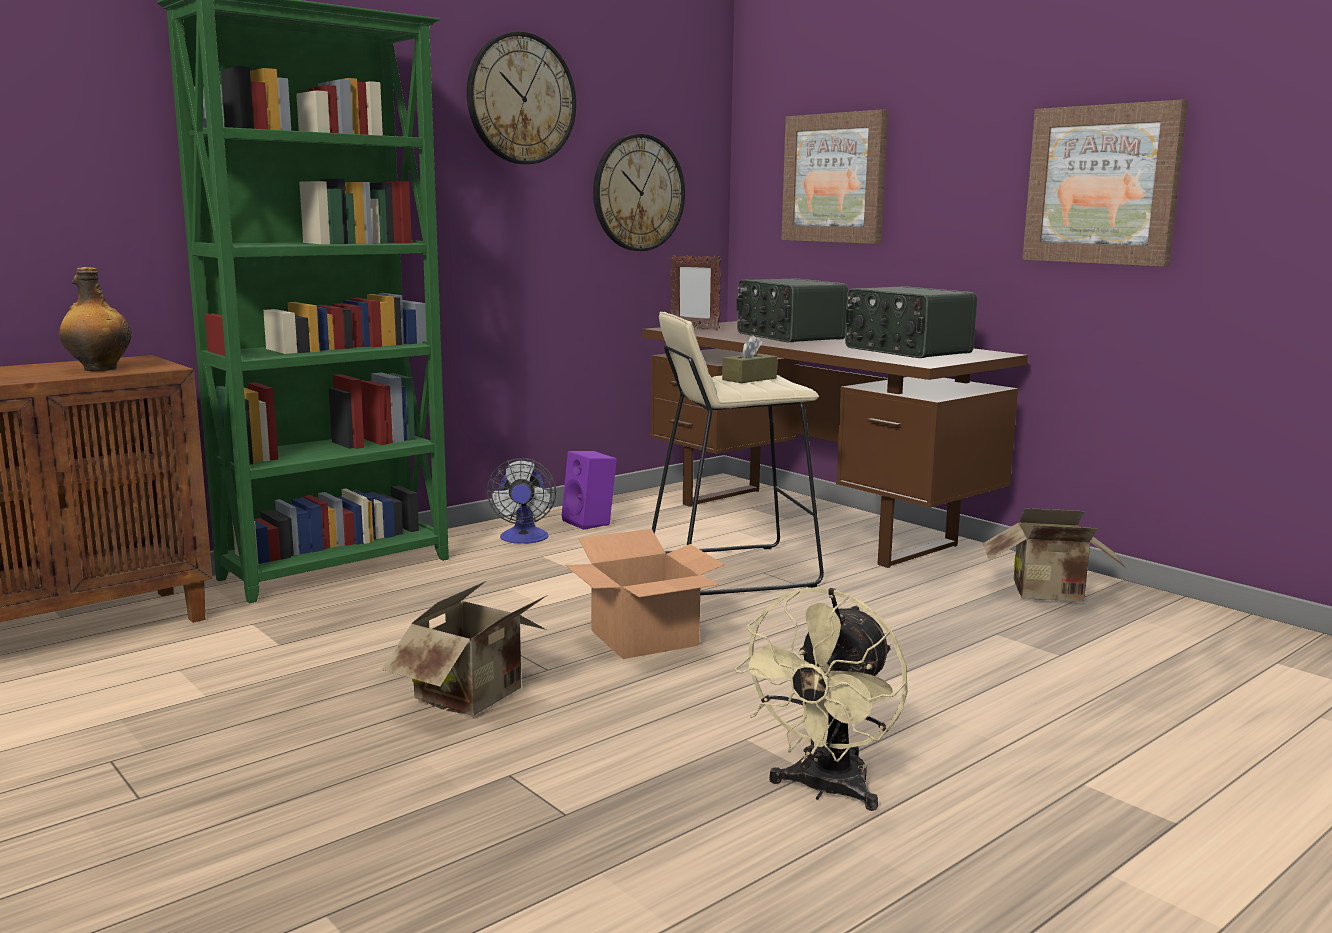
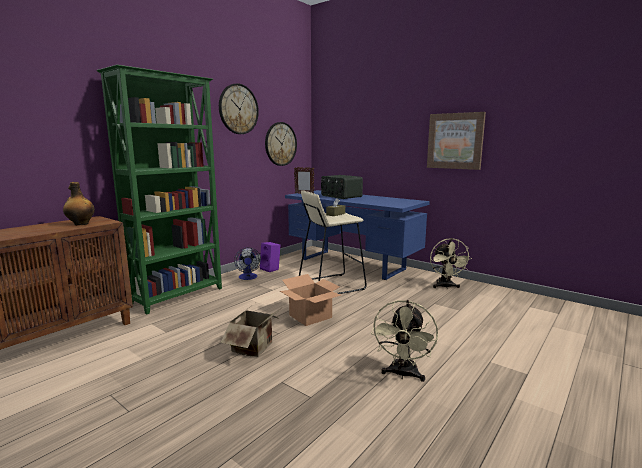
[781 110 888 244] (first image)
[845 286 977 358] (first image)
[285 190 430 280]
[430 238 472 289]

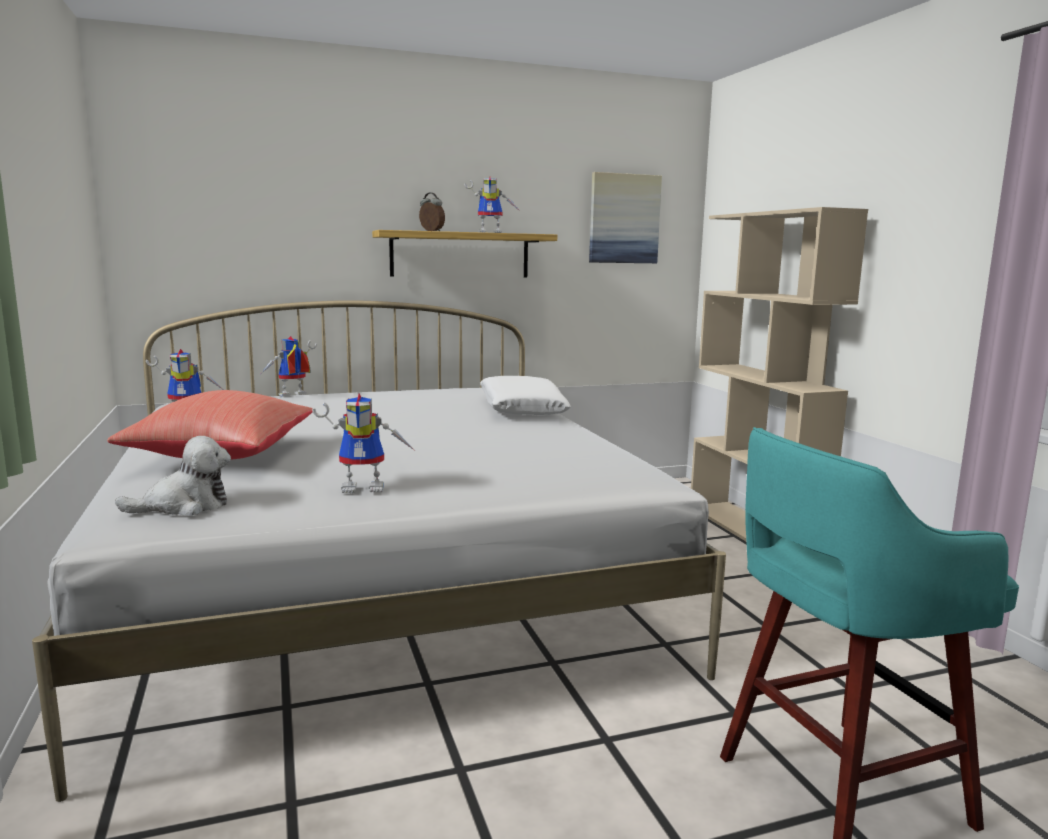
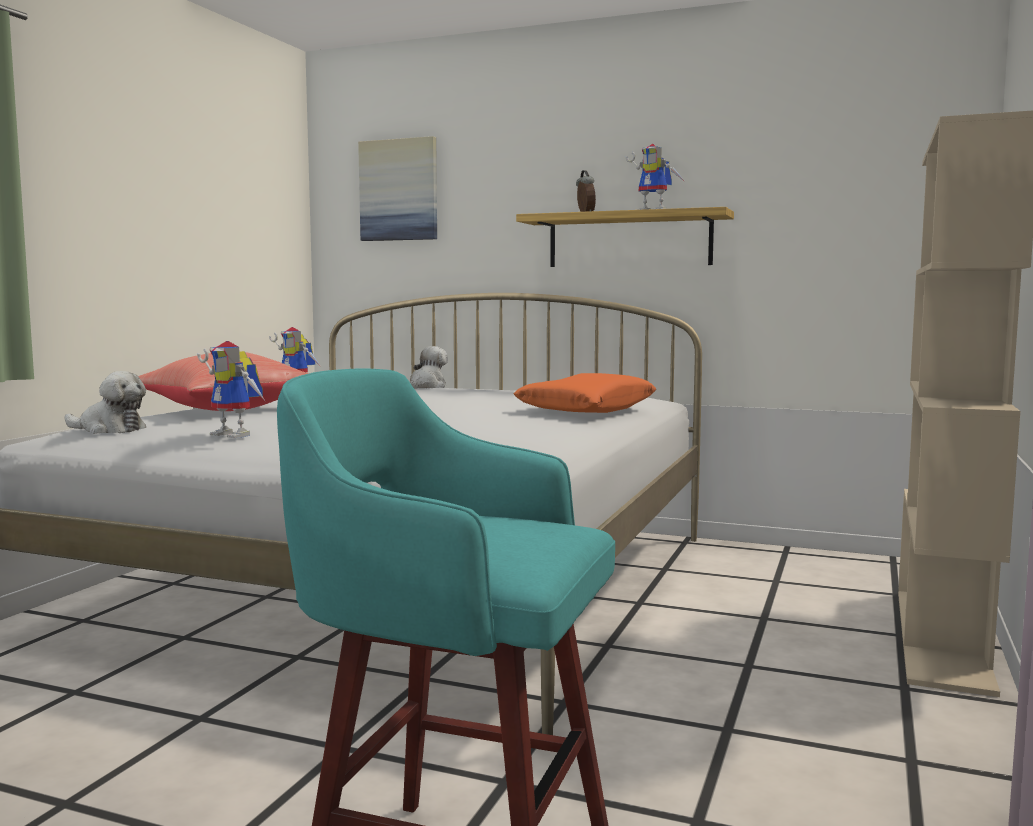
[358 136 437 241]
[408 346 448 389]
[514 373 656 413]

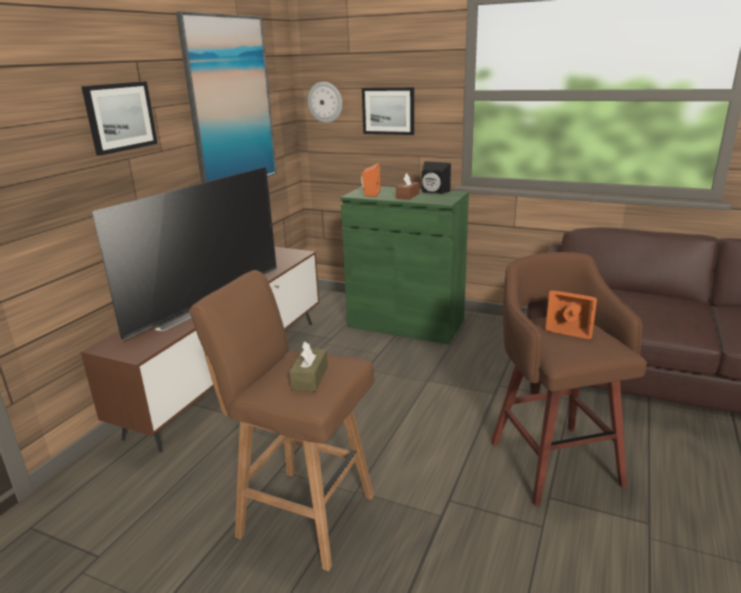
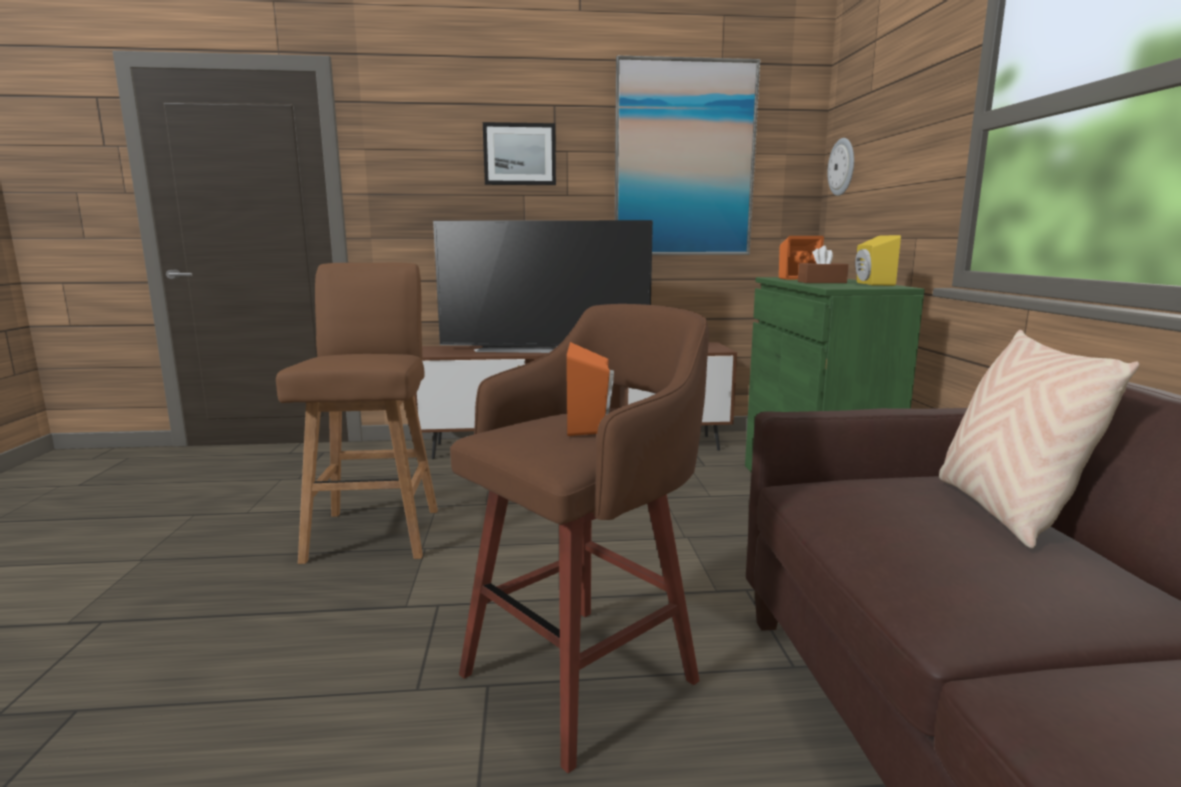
[362 87 414 135] (first image)
[855 235 901 286]
[289 342 328 391] (first image)
[939 330 1140 549]

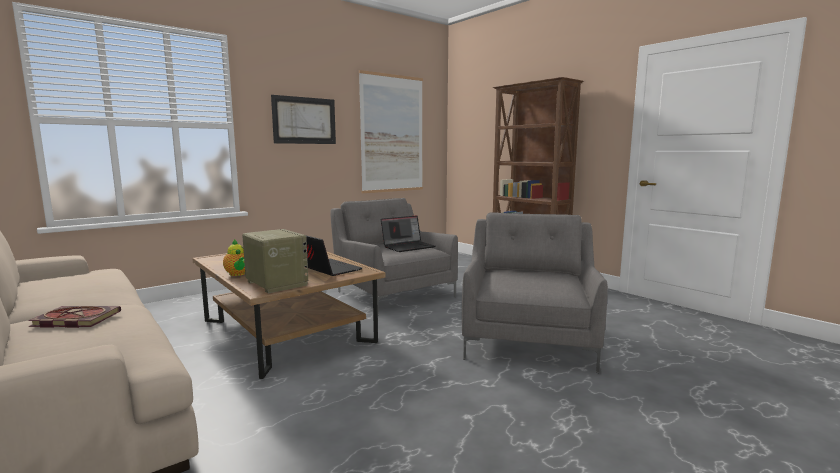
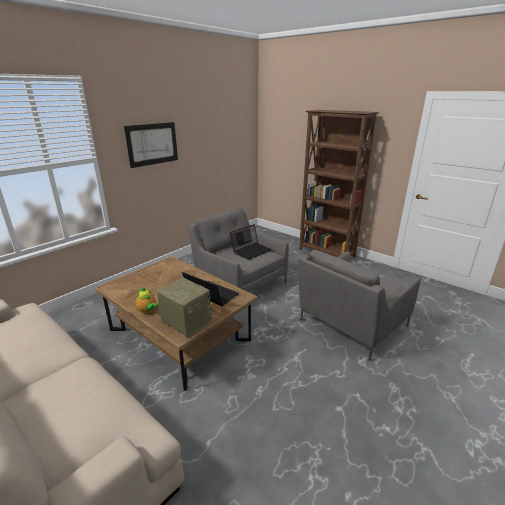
[359 70 423 193] (first image)
[298 250 420 361]
[28 306 121 328] (first image)

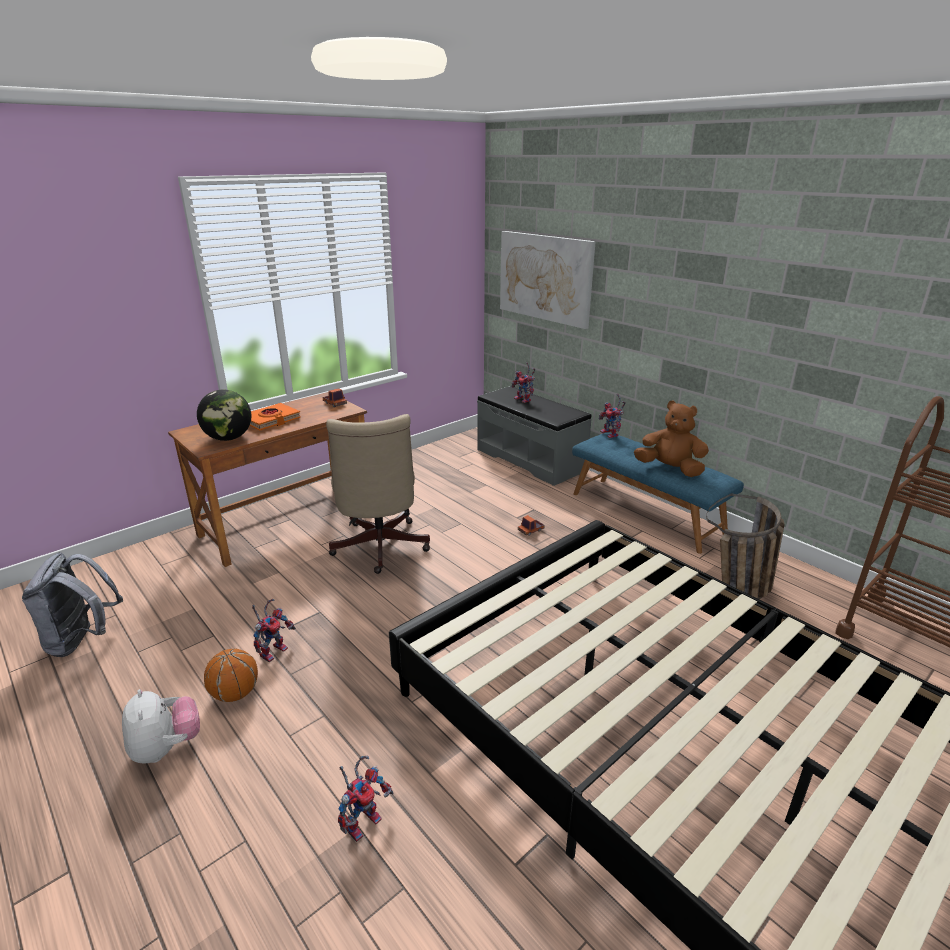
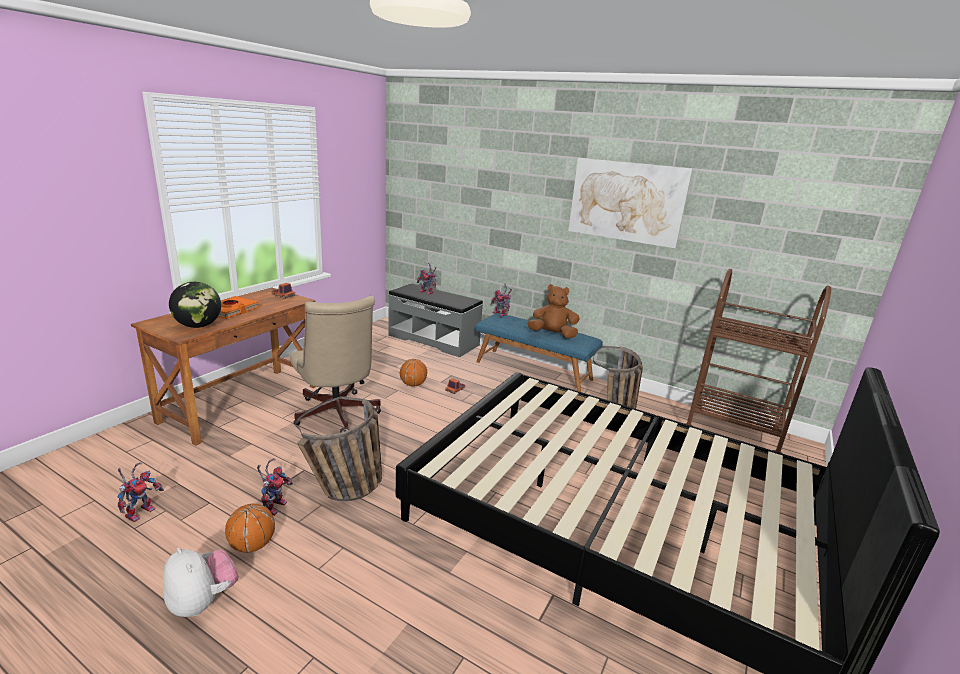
[568 158 693 248]
[22 553 123 657] (first image)
[118 462 164 522]
[400 359 427 387]
[295 396 382 501]

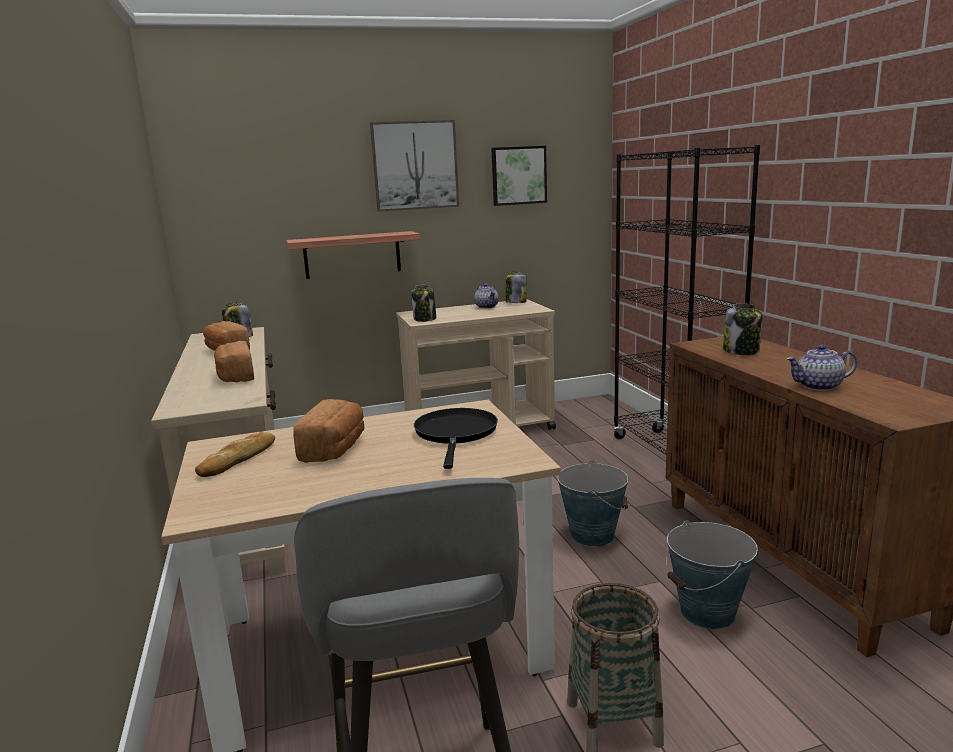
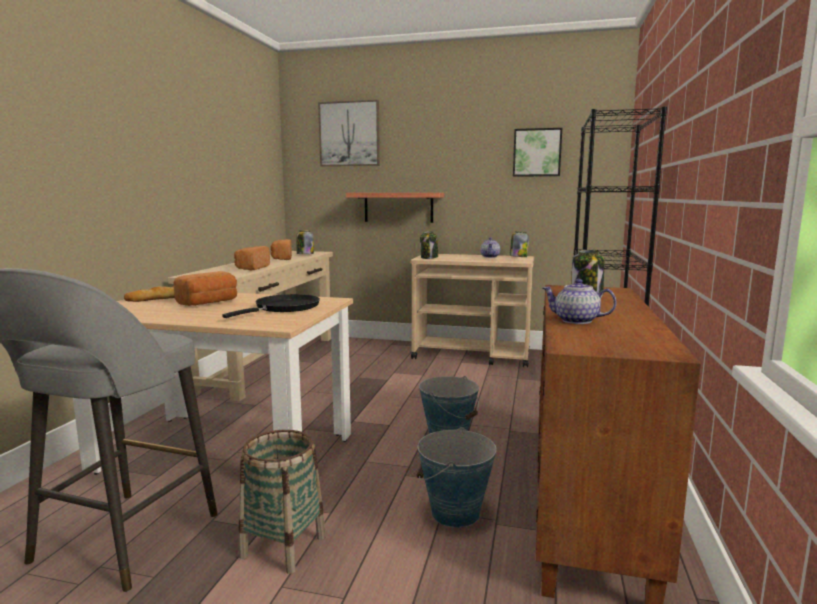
[318 100 380 166]

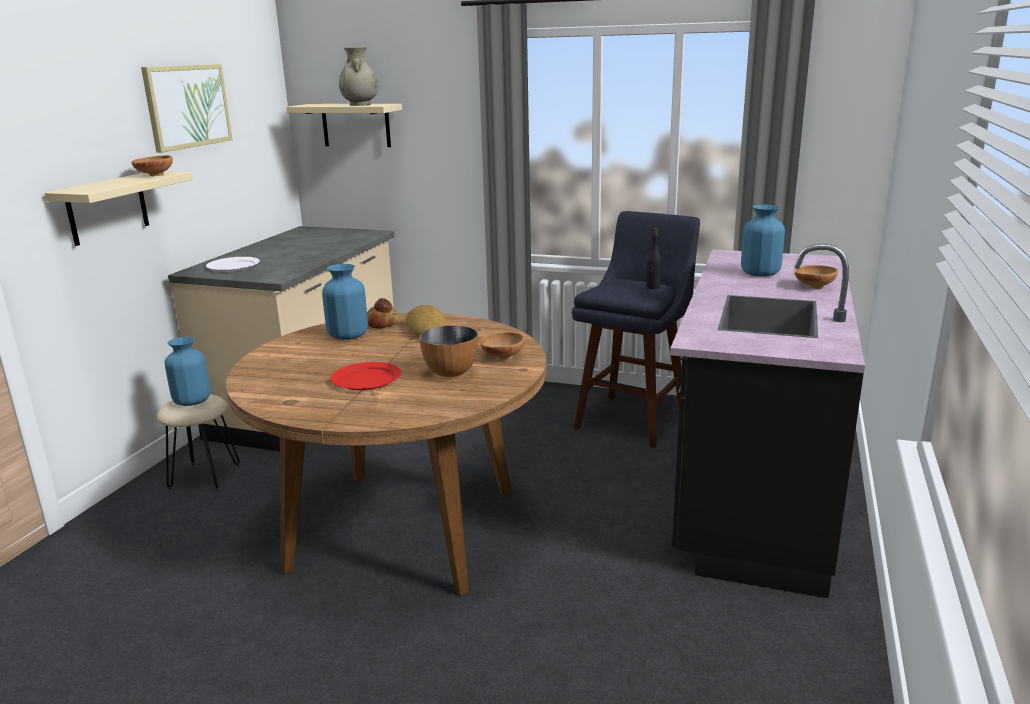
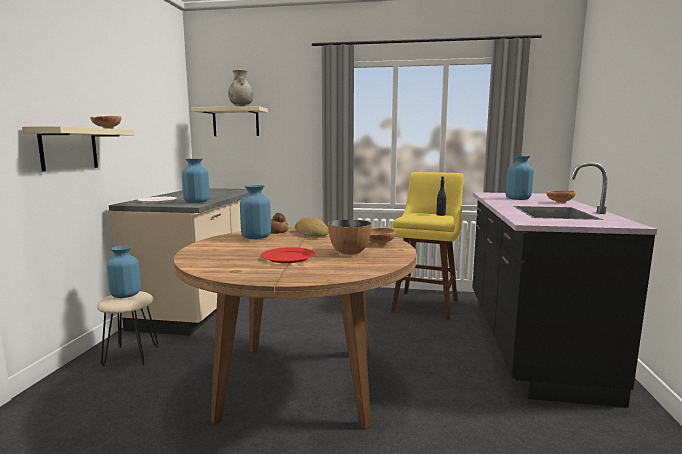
[141 64 232 153] (first image)
[391 172 464 320]
[182 158 210 203]

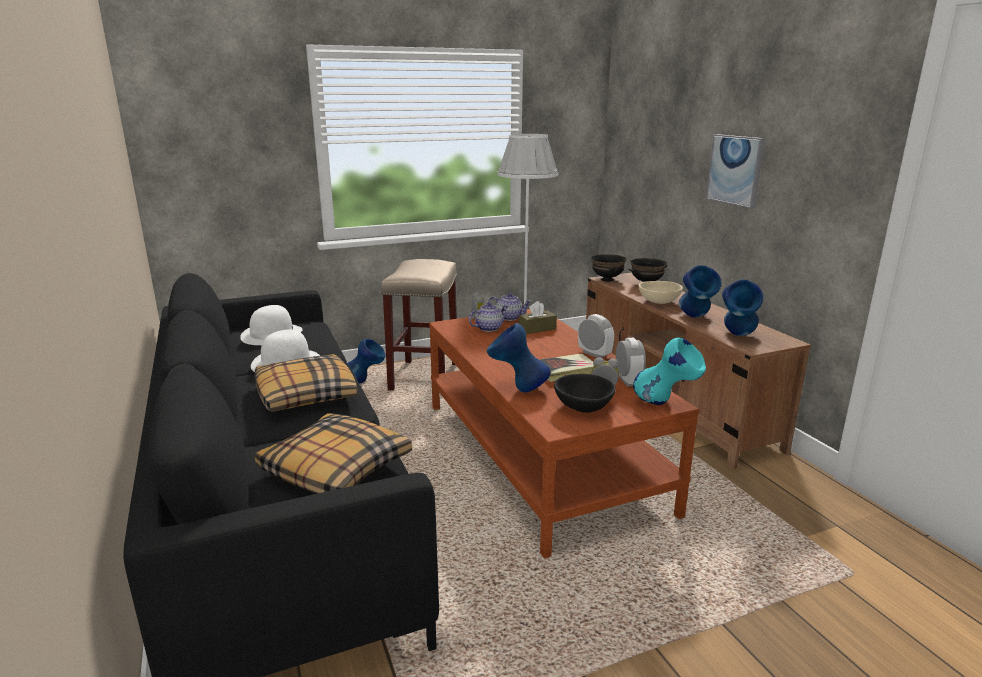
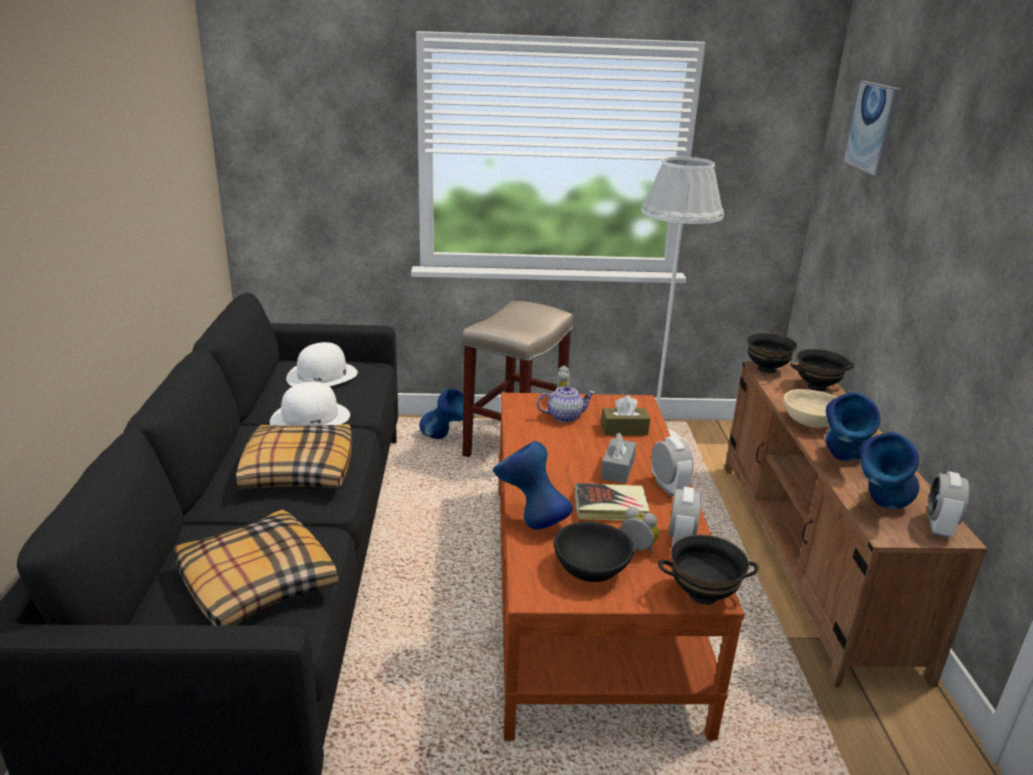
[842 81 902 177]
[488 293 532 321] (first image)
[658 534 759 605]
[601 432 636 484]
[928 471 969 538]

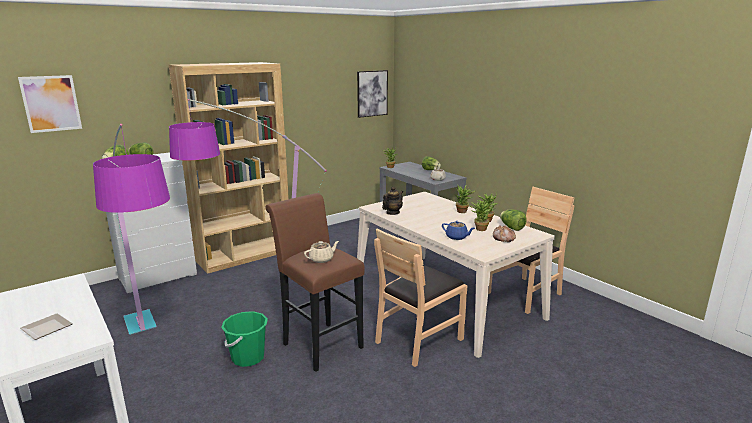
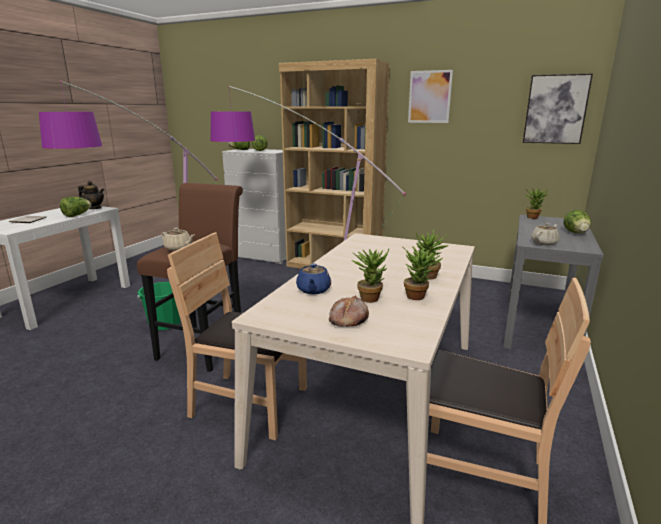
[408 70 453 123]
[78 181 104 209]
[60 197 91 217]

